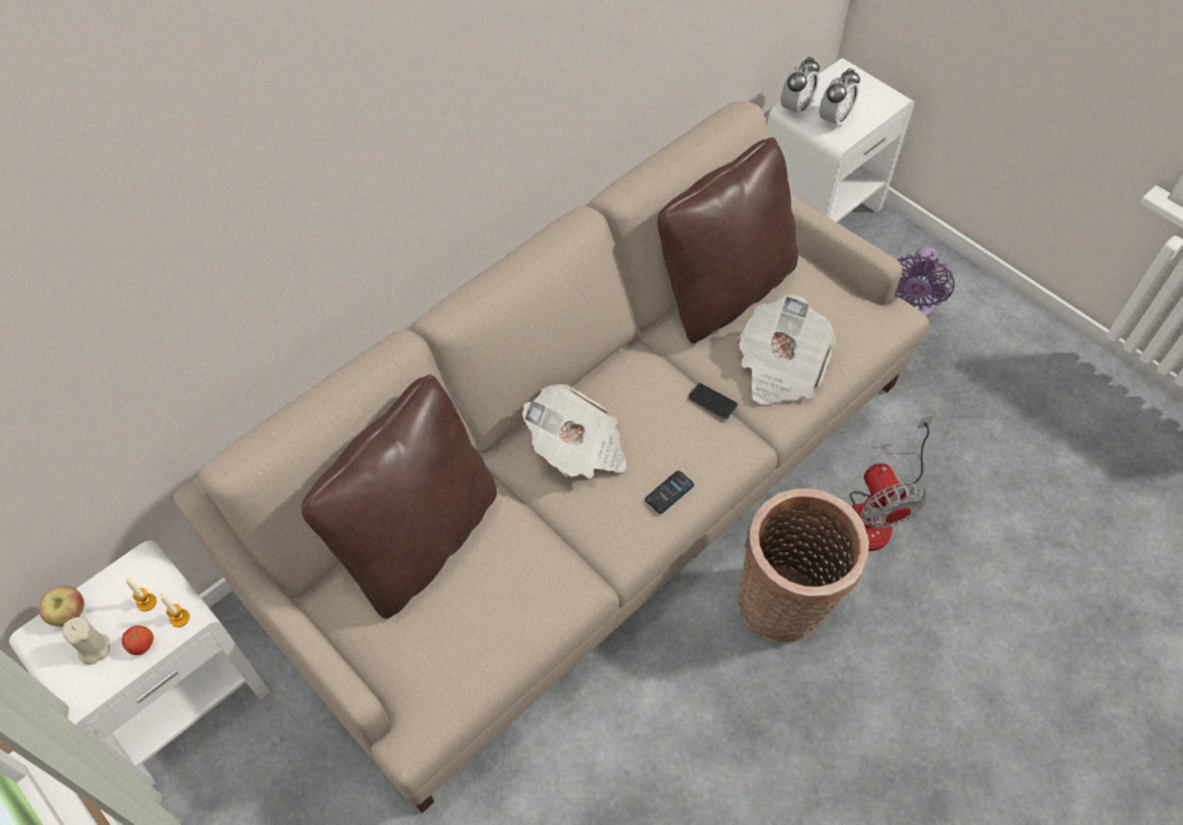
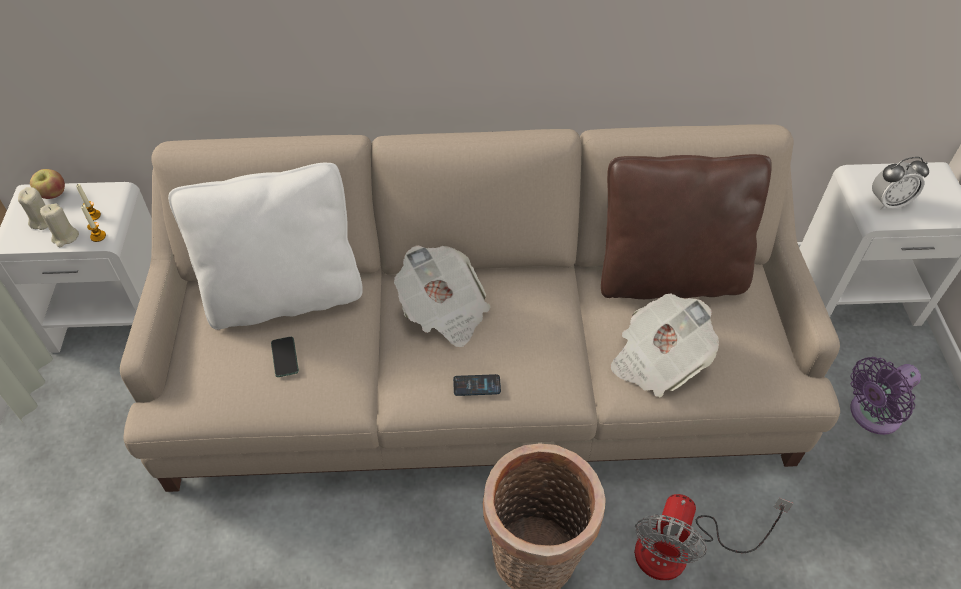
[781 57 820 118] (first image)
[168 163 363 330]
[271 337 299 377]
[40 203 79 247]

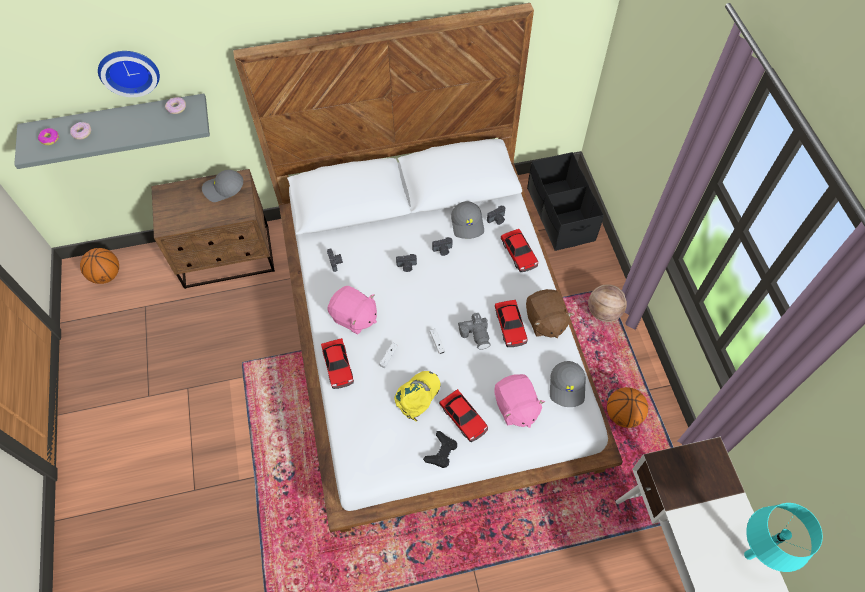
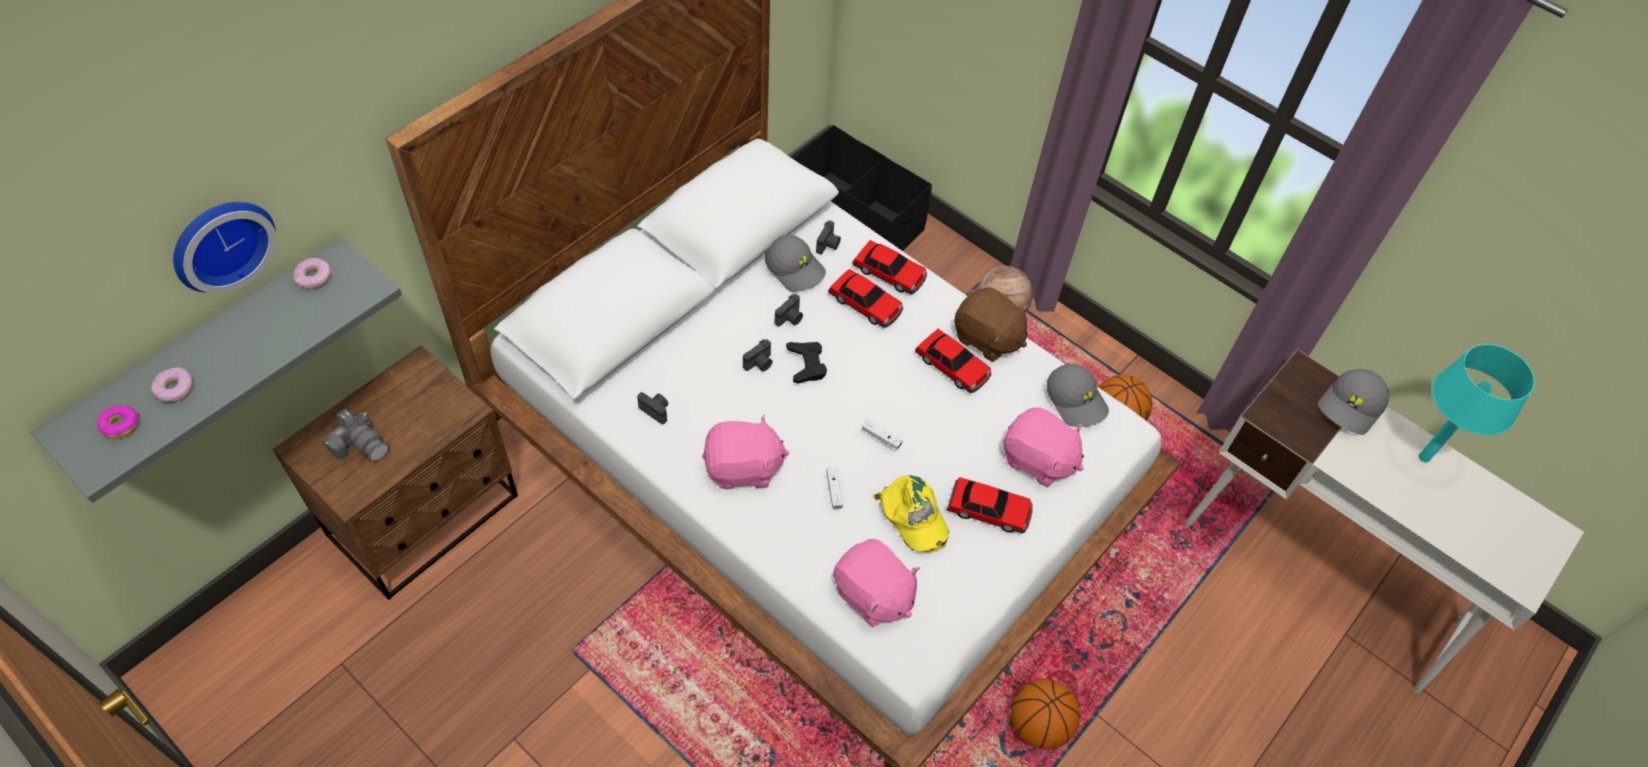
[1318 369 1389 435]
[1011 679 1080 750]
[321 409 389 462]
[828 269 903 328]
[873 475 949 552]
[786 342 827 384]
[833 539 920 627]

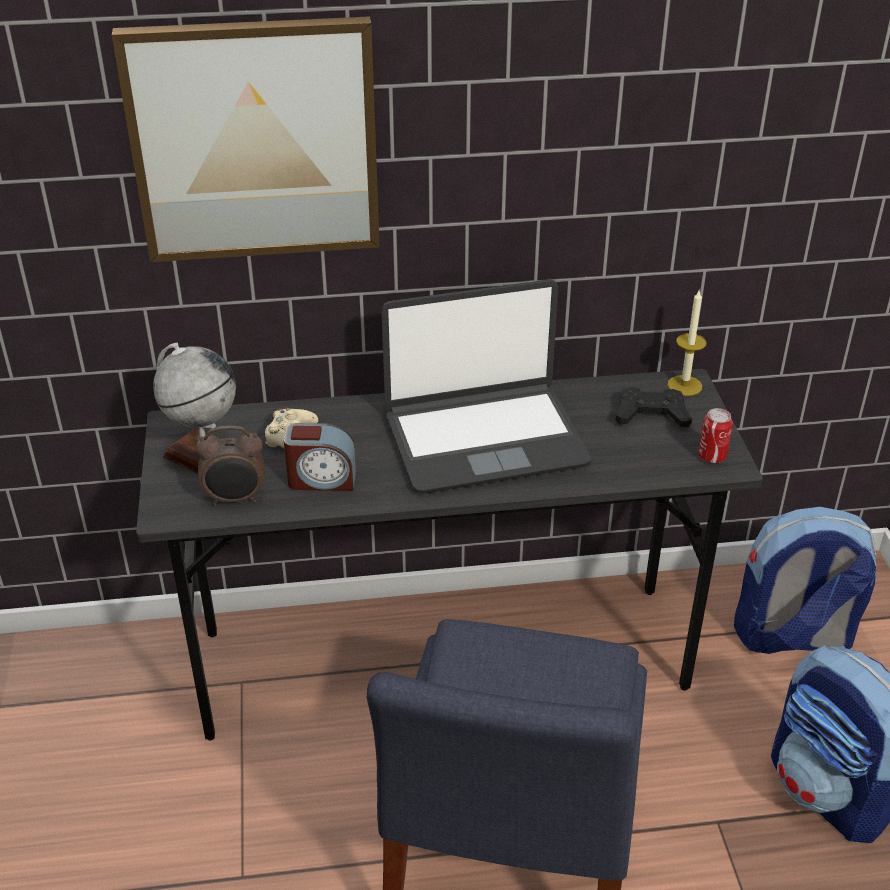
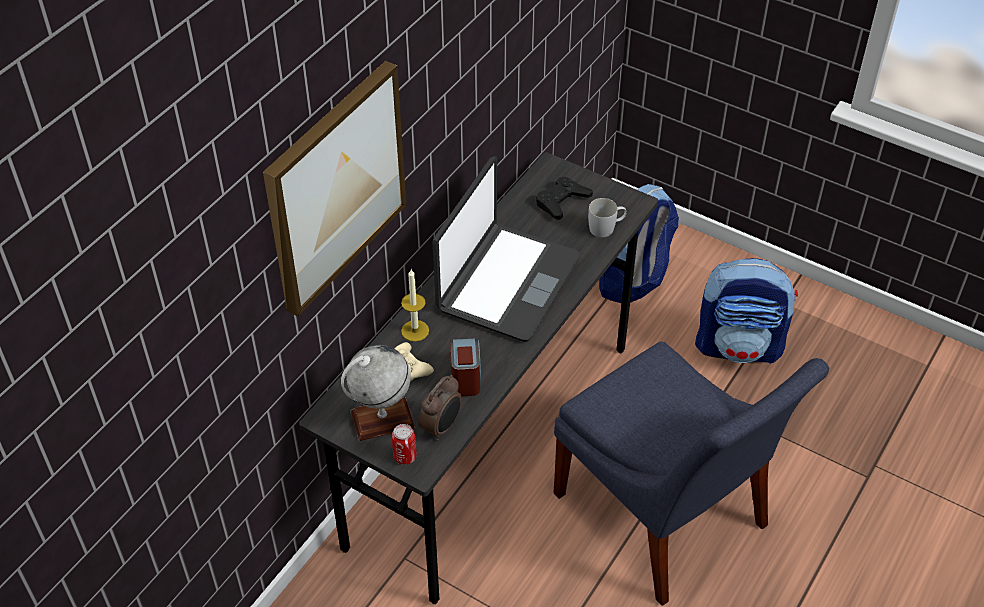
[401 269 429 342]
[392 424 417 465]
[450 338 481 396]
[588 198 627 237]

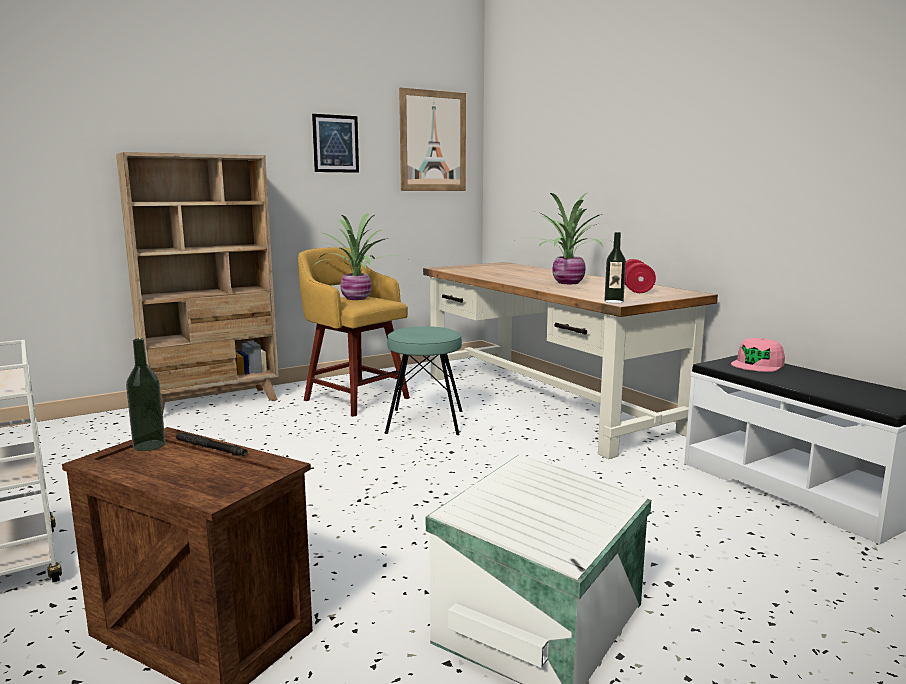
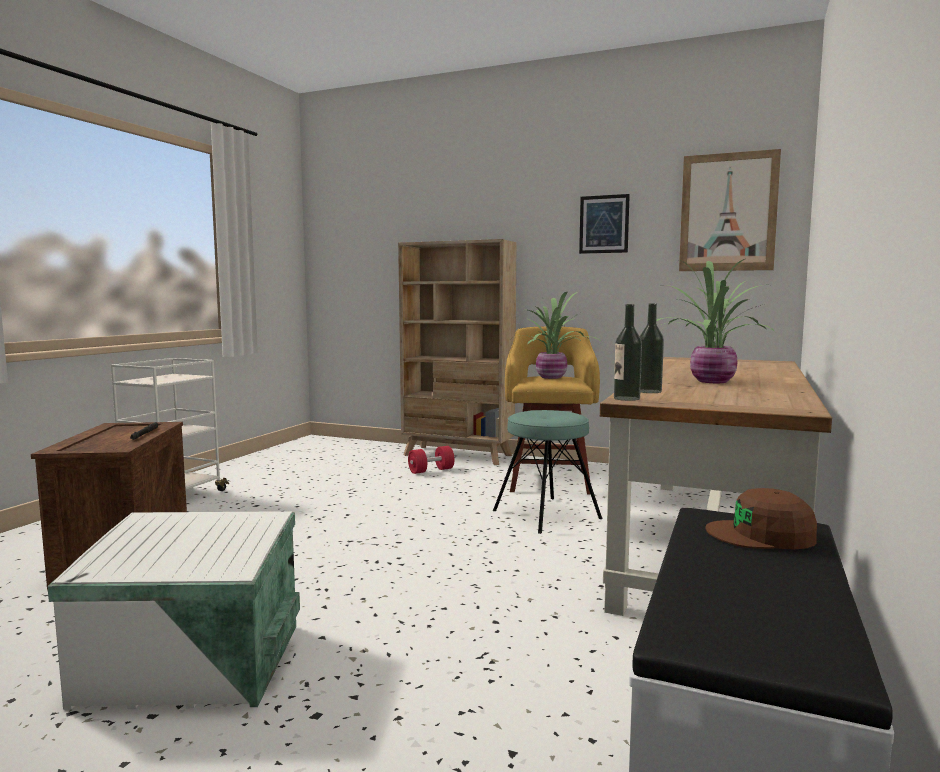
[408 446 454 474]
[640 304 664 393]
[706 488 817 549]

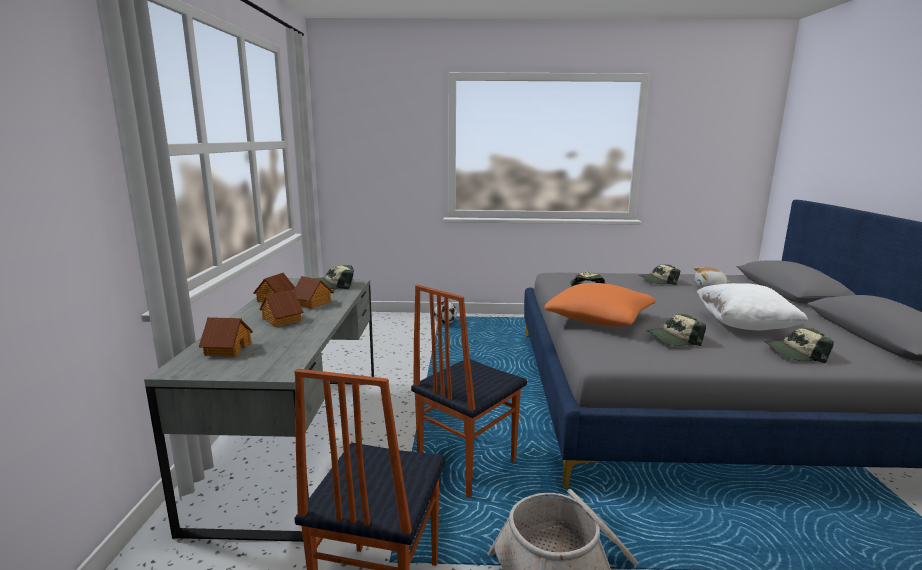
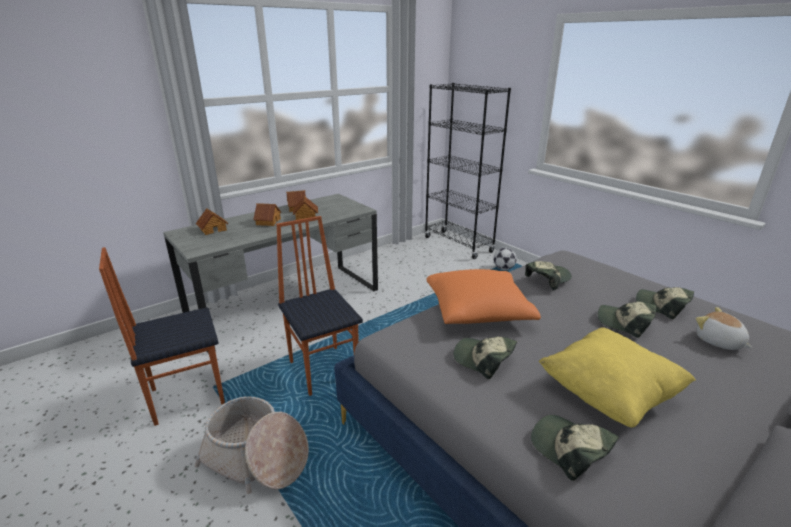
[598 302 656 338]
[538 327 696 428]
[276 216 363 396]
[425 83 511 259]

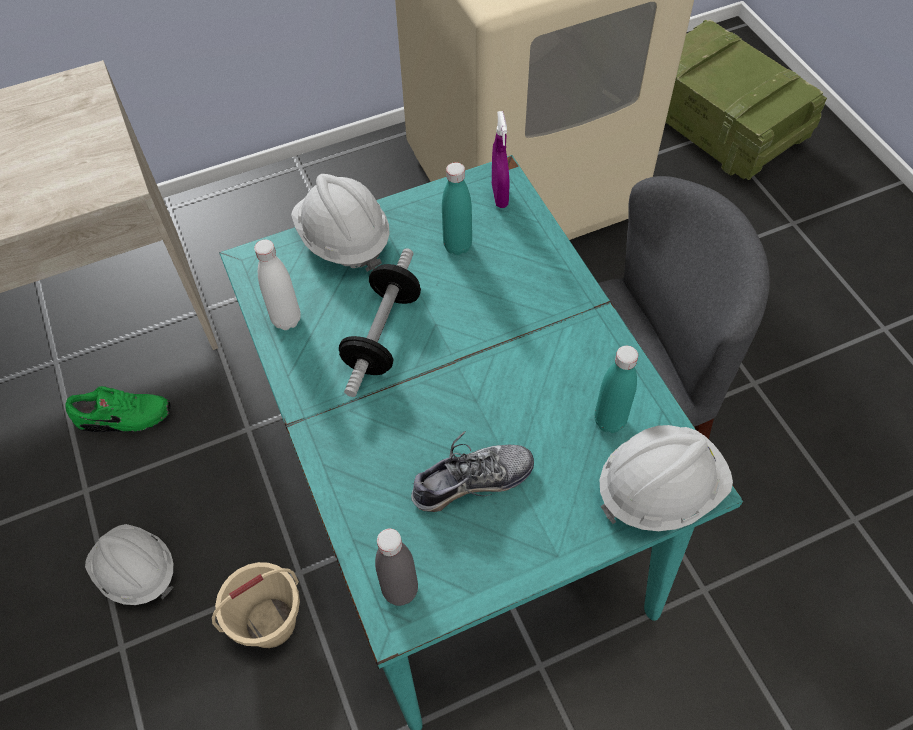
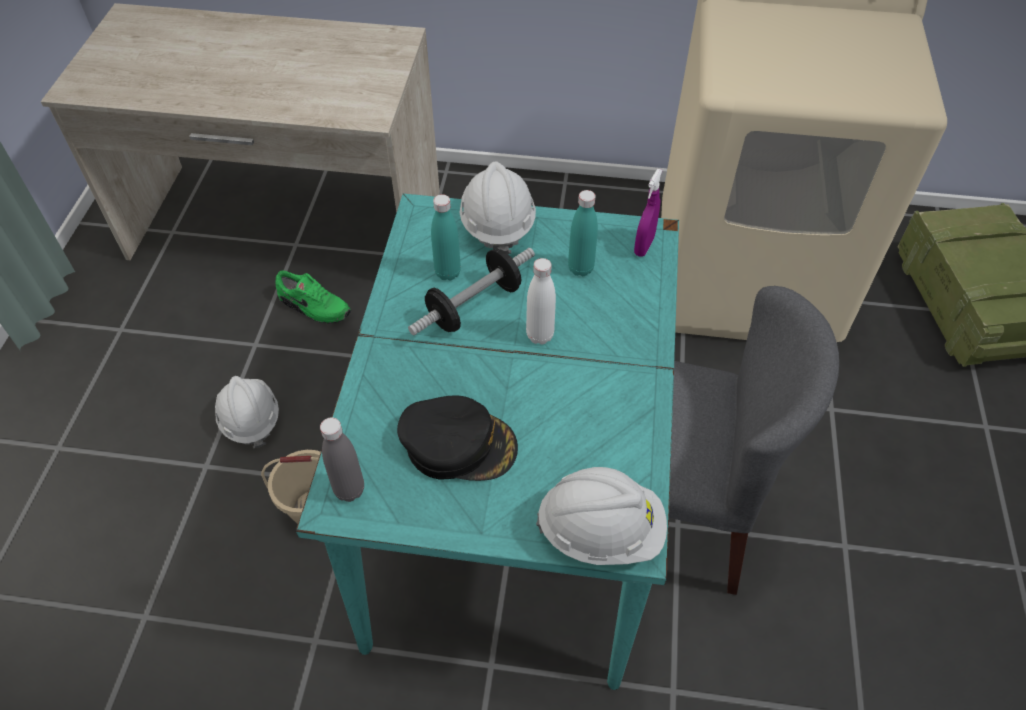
[526 258 556 345]
[431 194 461 281]
[397 396 518 481]

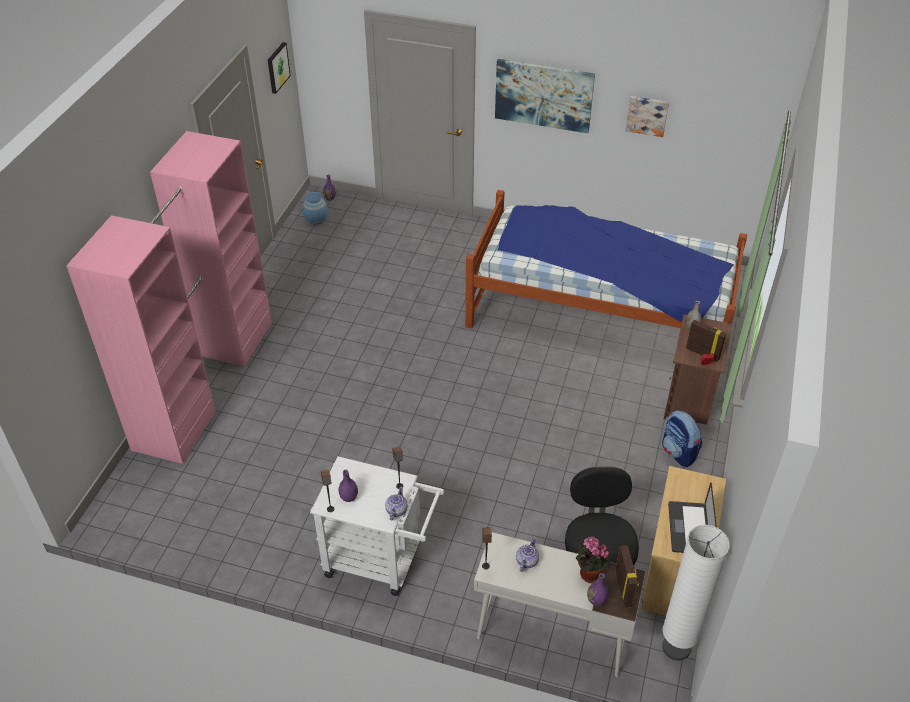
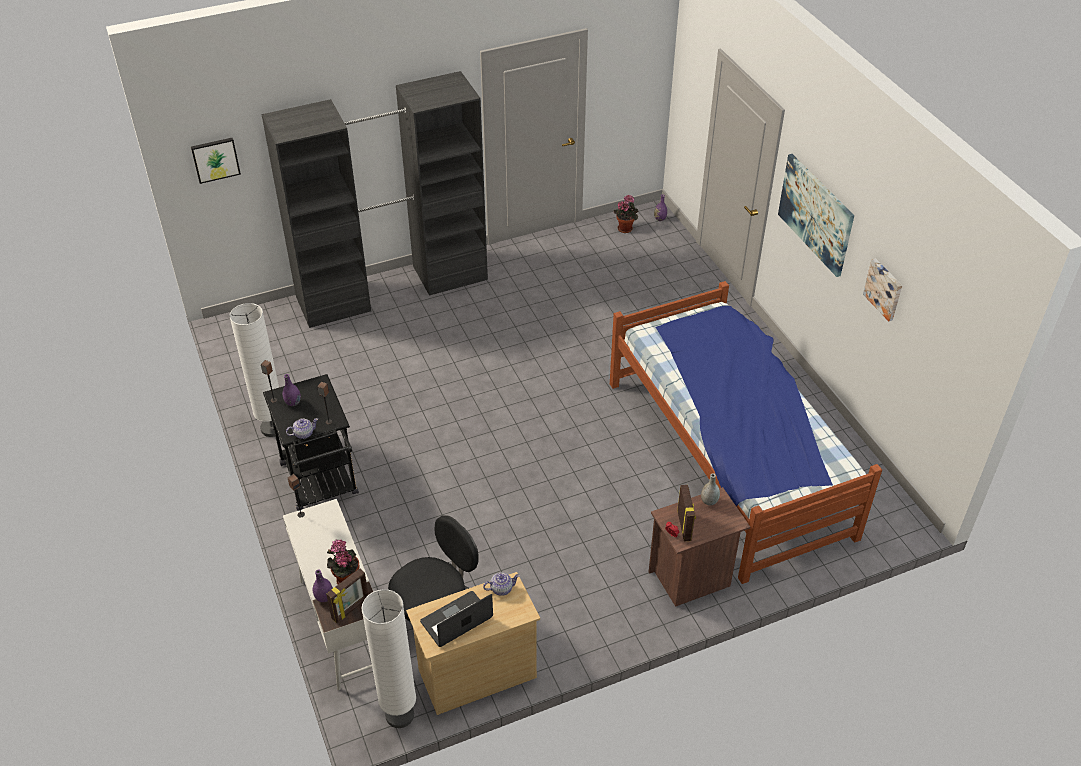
[191 138 241 184]
[262 71 488 328]
[614 195 638 233]
[662 410 702 467] (first image)
[263 374 359 511]
[483 572 520 596]
[229 303 279 437]

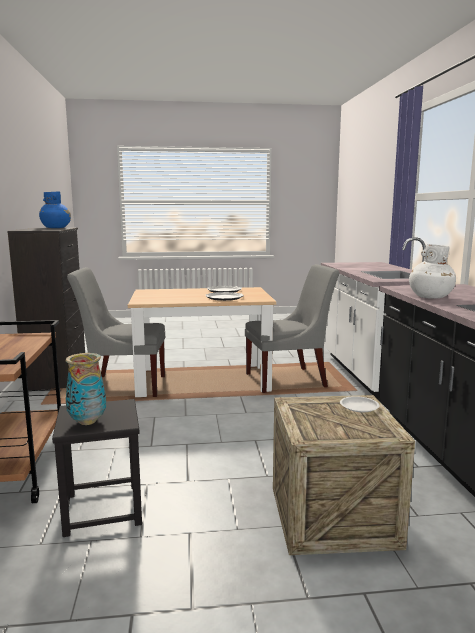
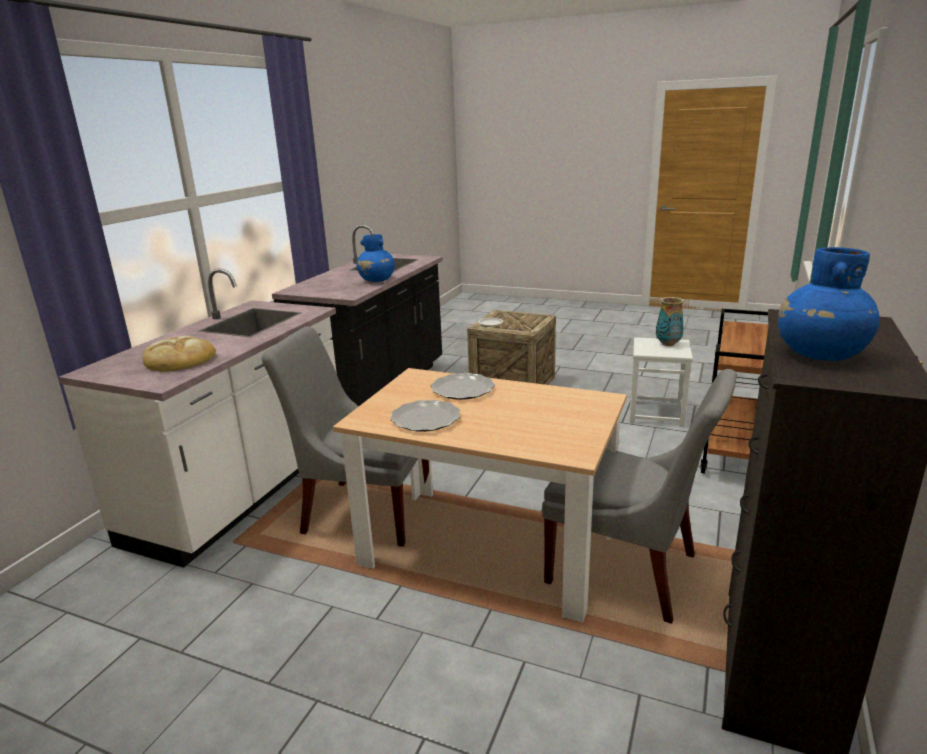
[357 234 395 282]
[630 337 693 427]
[142 336 216 372]

